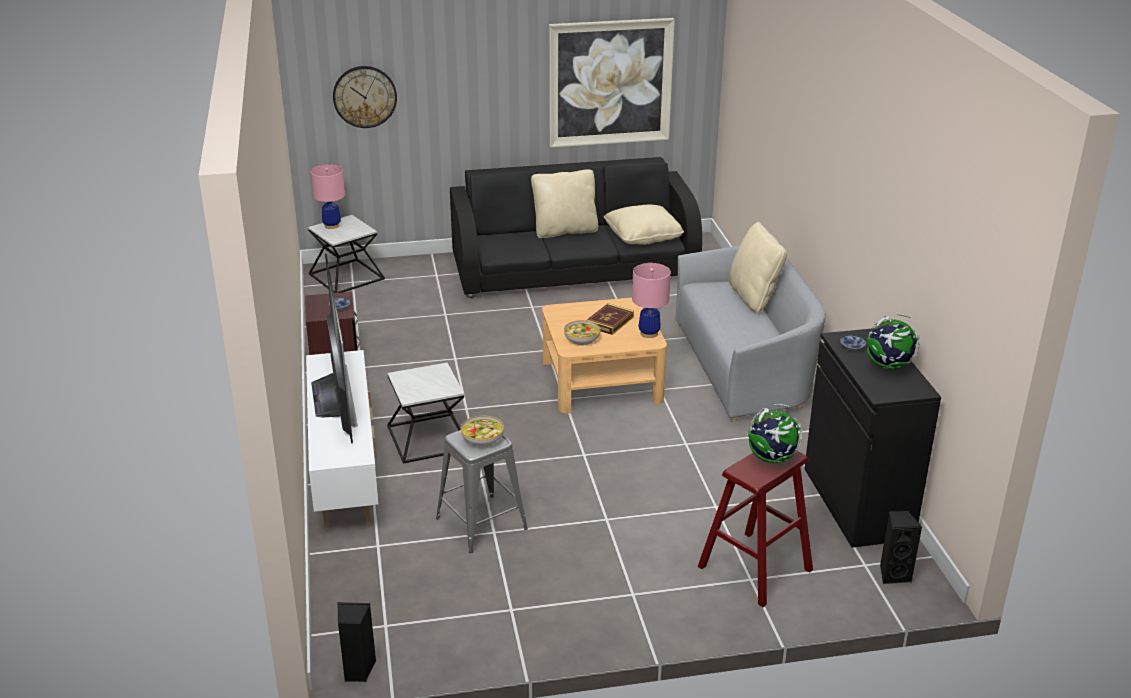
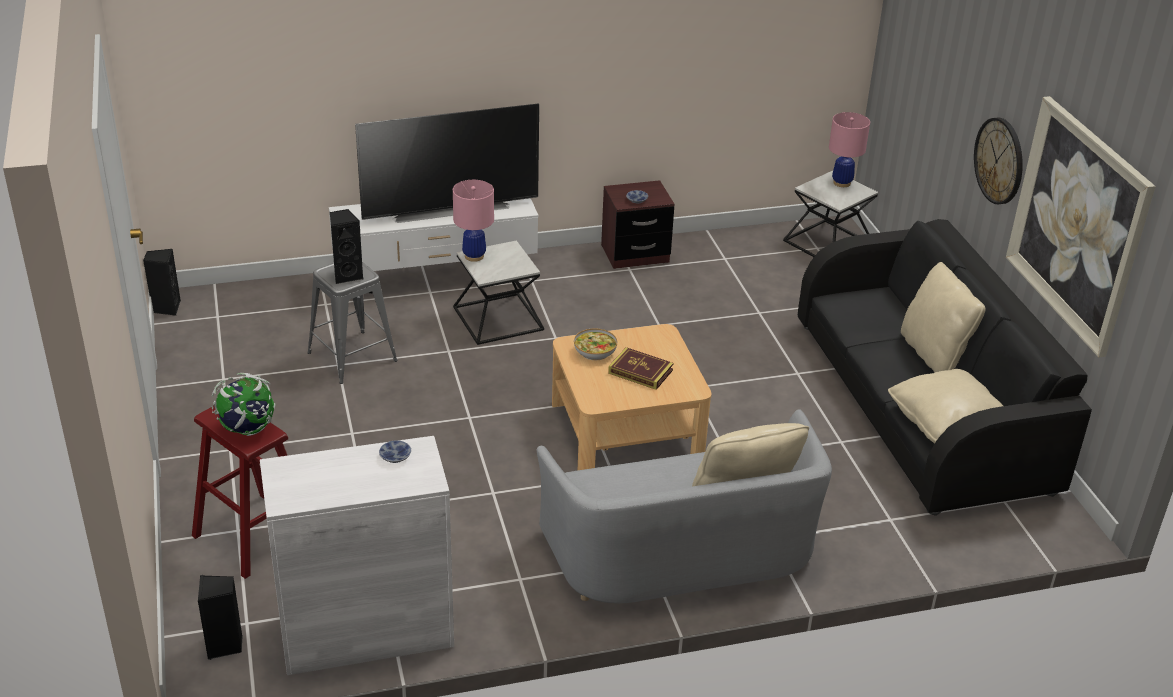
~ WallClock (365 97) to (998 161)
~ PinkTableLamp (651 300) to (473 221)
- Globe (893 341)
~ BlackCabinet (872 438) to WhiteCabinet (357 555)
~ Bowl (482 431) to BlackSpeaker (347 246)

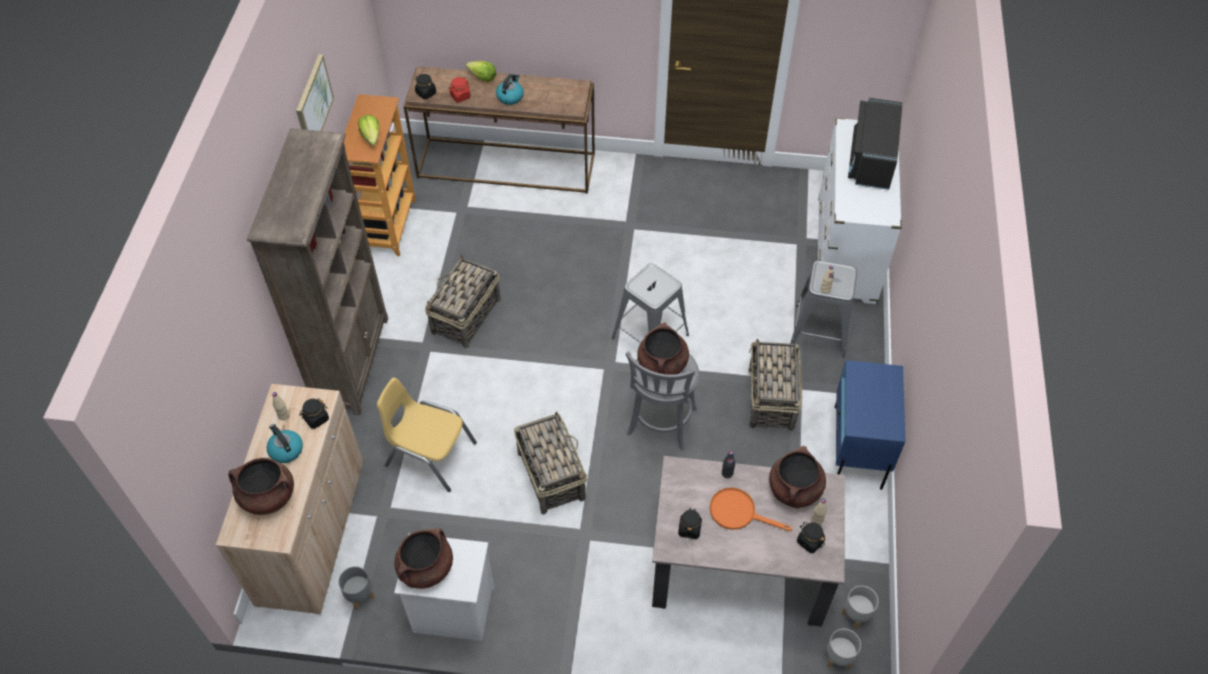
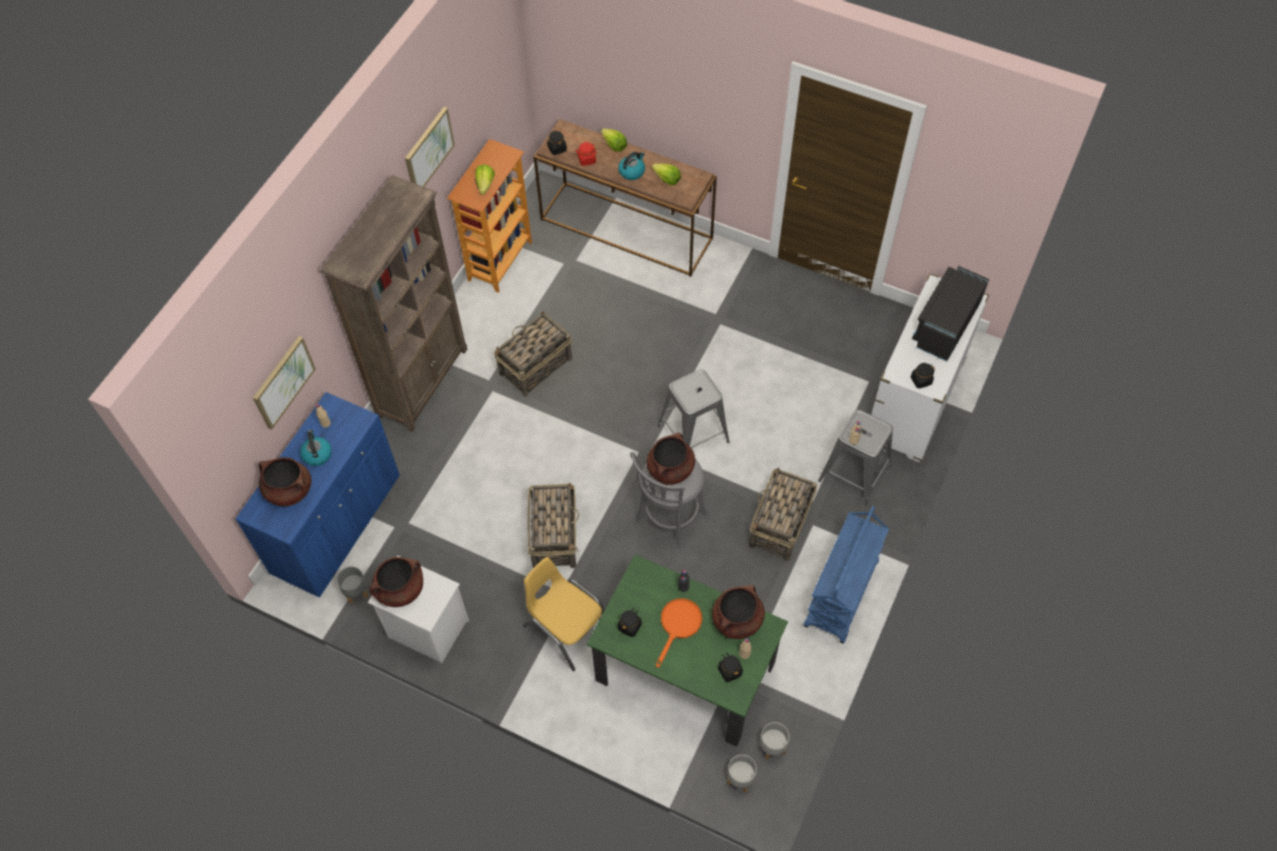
~ BlueNightstand (870 425) to BlueCart (846 575)
~ YellowChair (427 435) to (564 614)
~ BeigeCabinet (289 499) to BlueCabinet (317 495)
~ BlackJar (314 414) to (923 376)
~ BeigeDiningTable (748 541) to GreenDiningTable (687 650)
~ OrangeFryingPan (751 509) = (679 633) 75 degrees clockwise
+ Lettuce (666 174)
+ Picture (284 383)

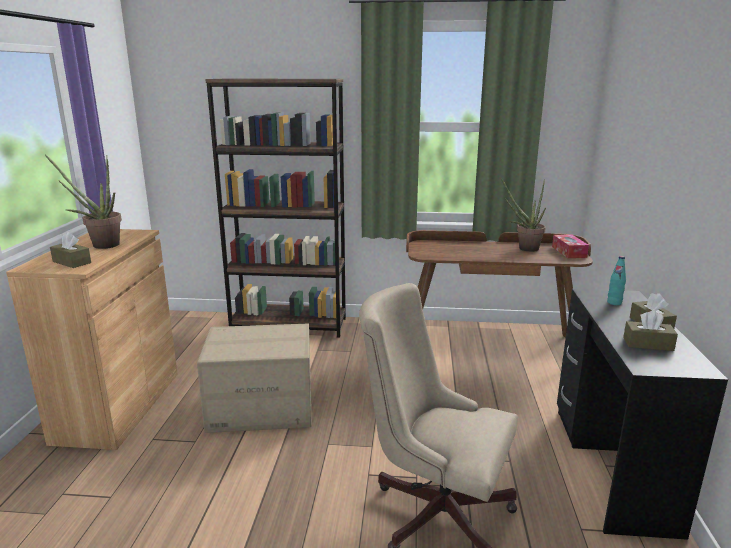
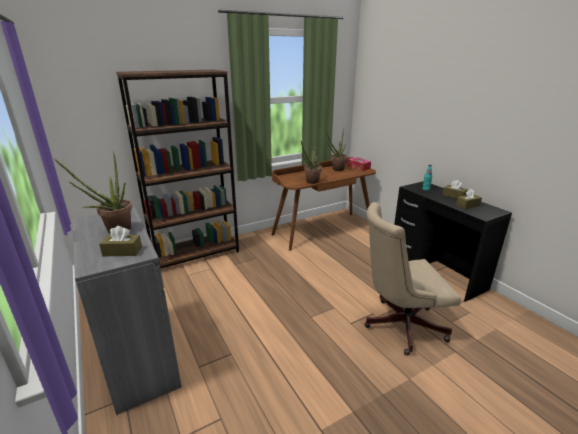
~ BrownCabinet (92 339) to GreyCabinet (127 311)
- CardboardBox (254 378)
+ PottedPlant (311 160)

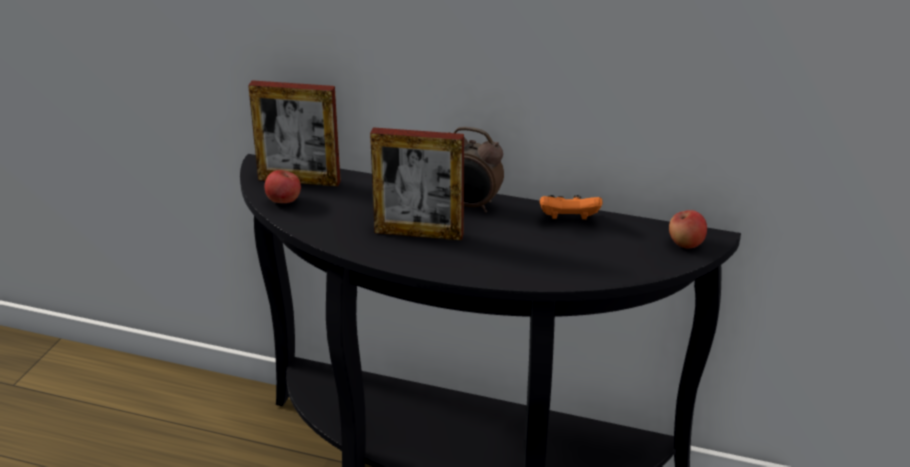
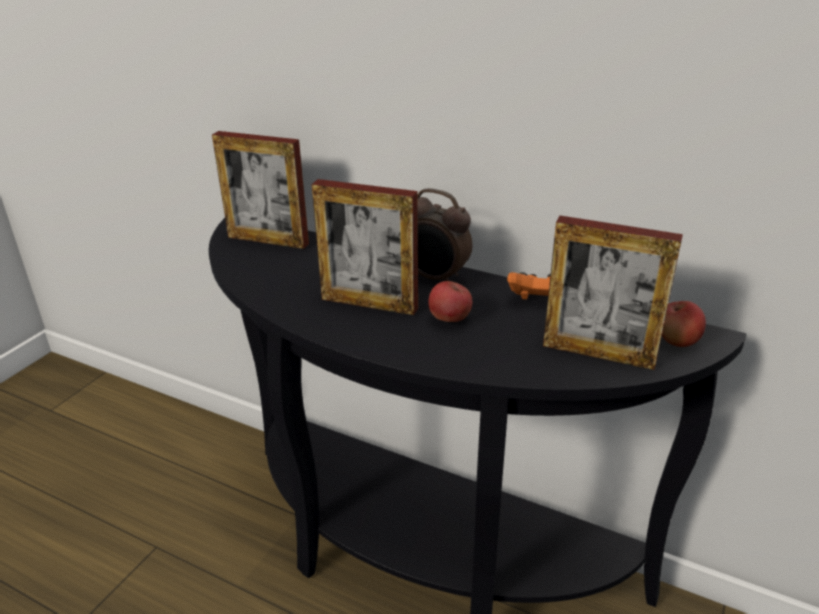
~ Apple (283 186) to (450 301)
+ PictureFrame (613 293)

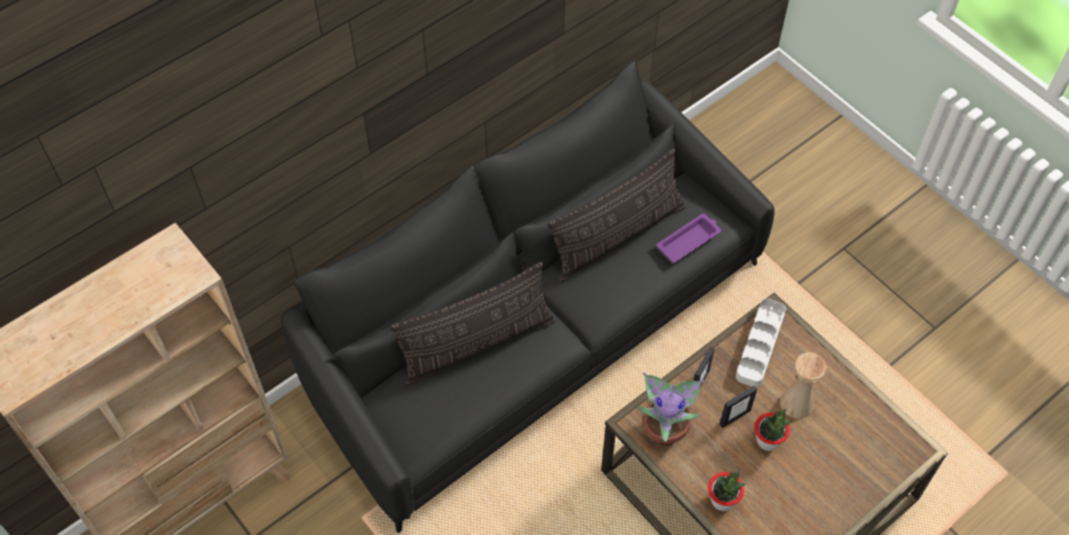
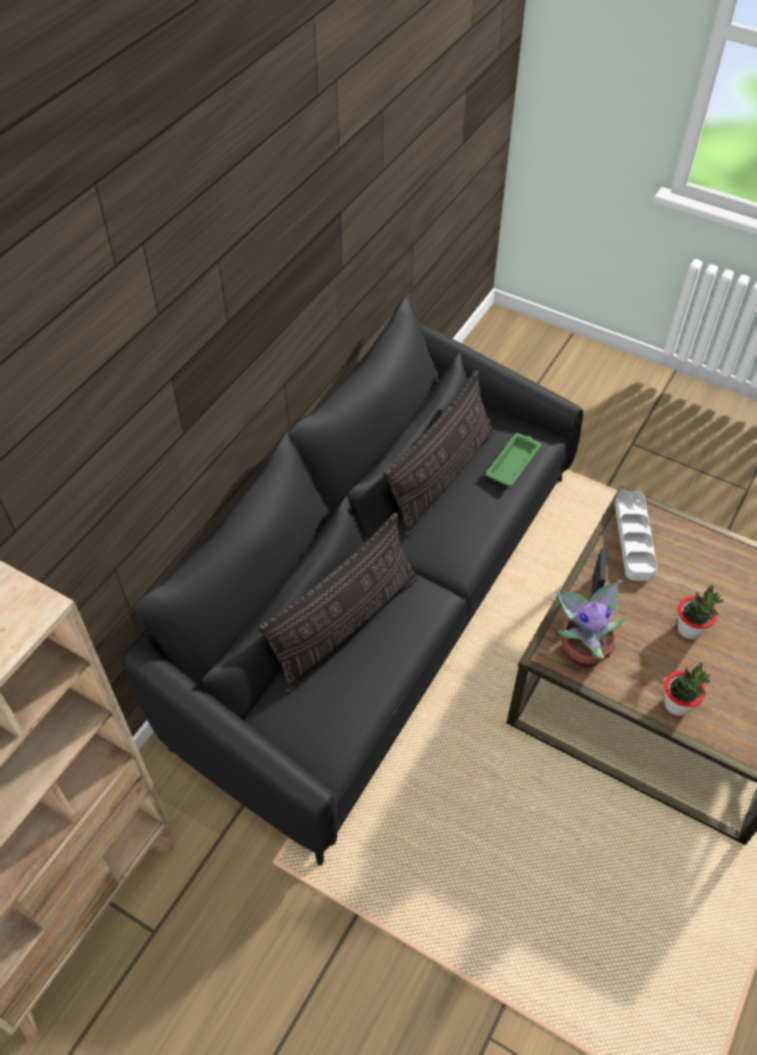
~ PurpleTray (688 238) to GreenTray (513 460)
- BeigeVase (803 385)
- PictureFrame (738 407)

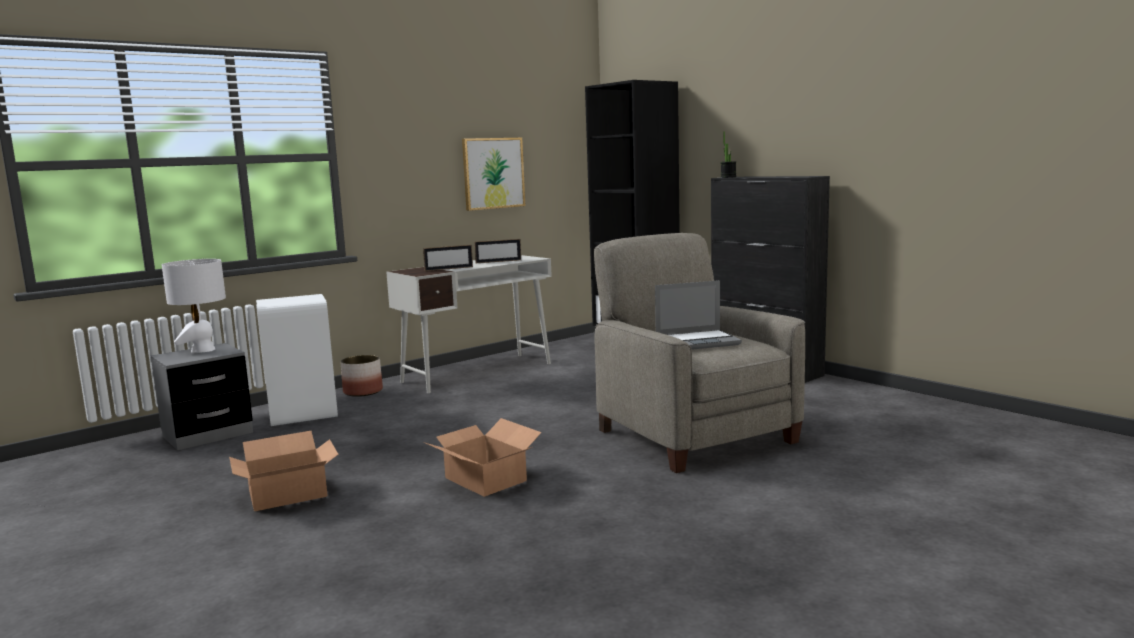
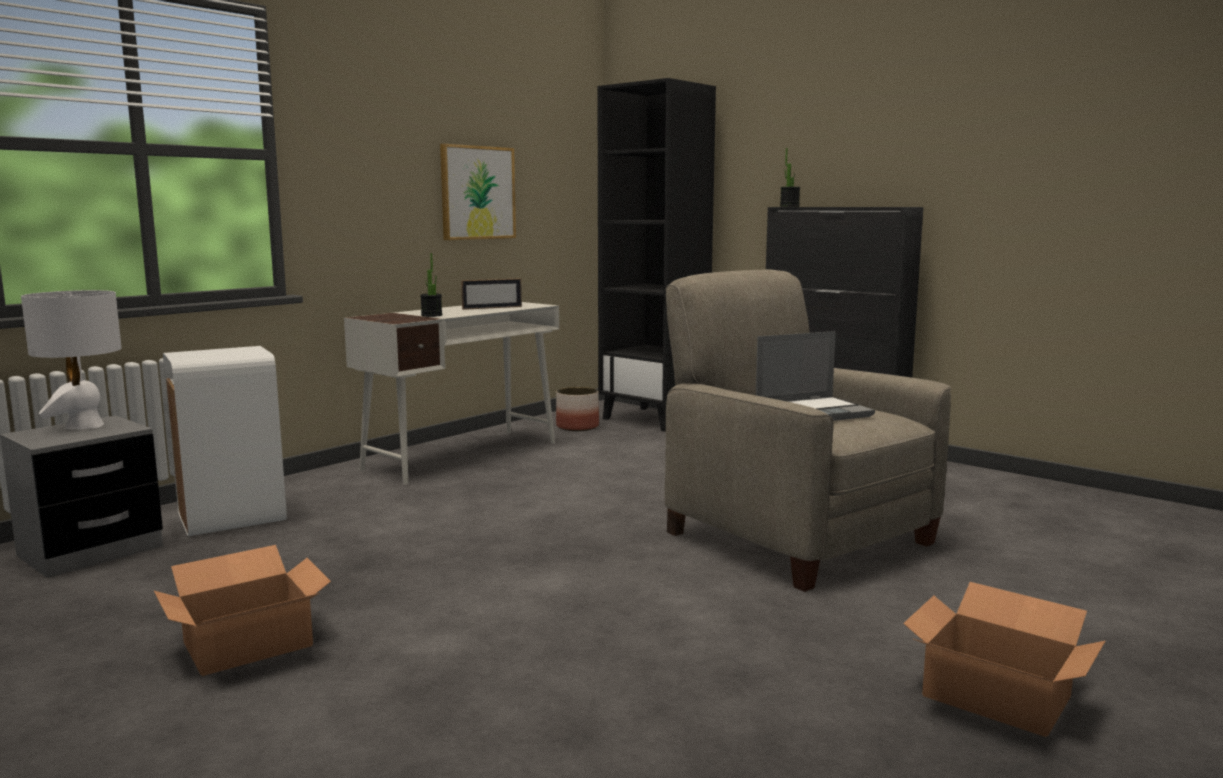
~ PictureFrame (448 258) to PottedPlant (431 285)
~ Planter (361 376) to (577 409)
~ CardboardBox (482 457) to (1004 659)

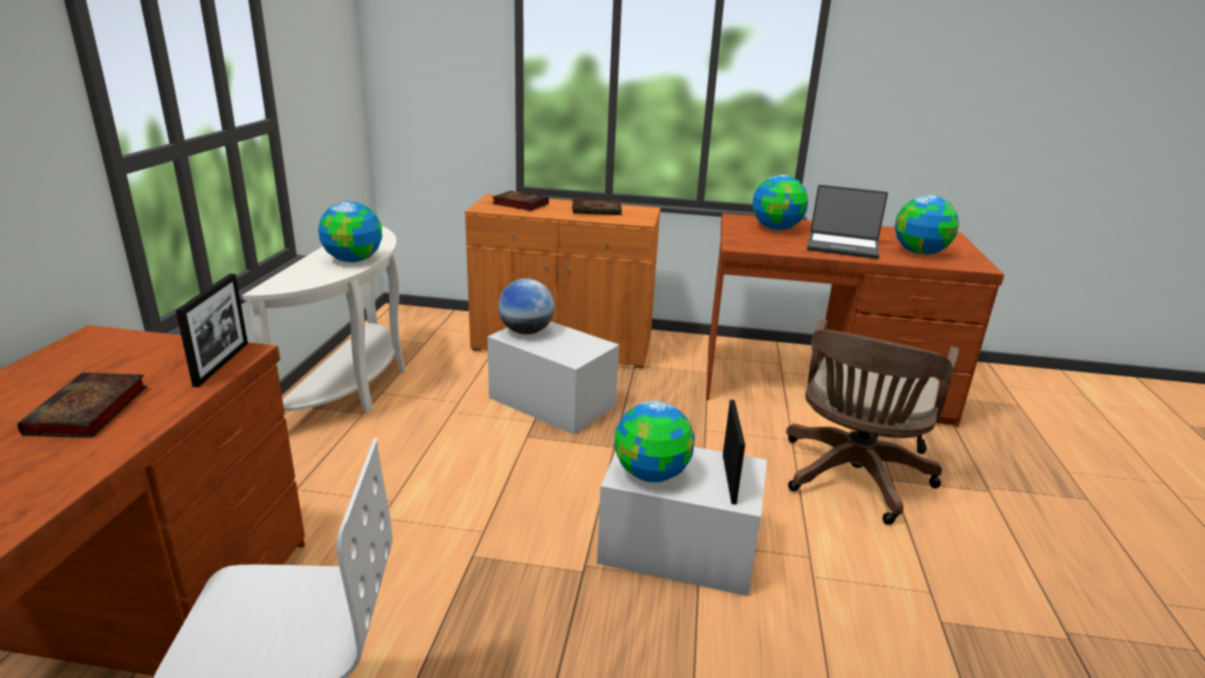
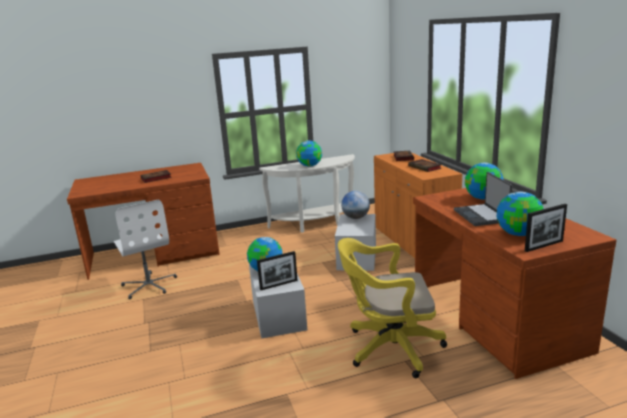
~ PictureFrame (212 330) to (546 228)
~ BrownOfficeChair (872 422) to YellowOfficeChair (392 308)

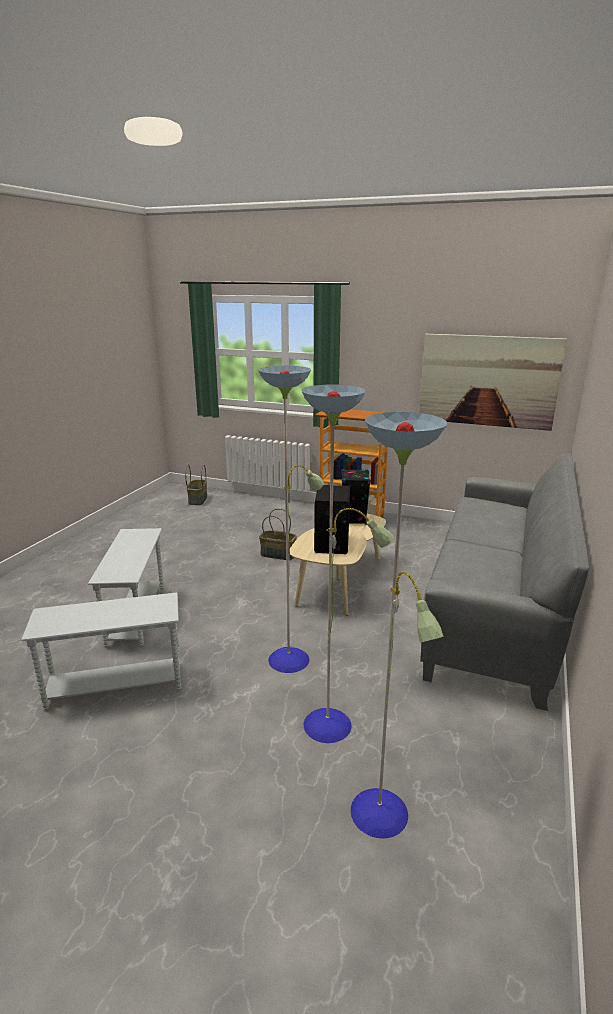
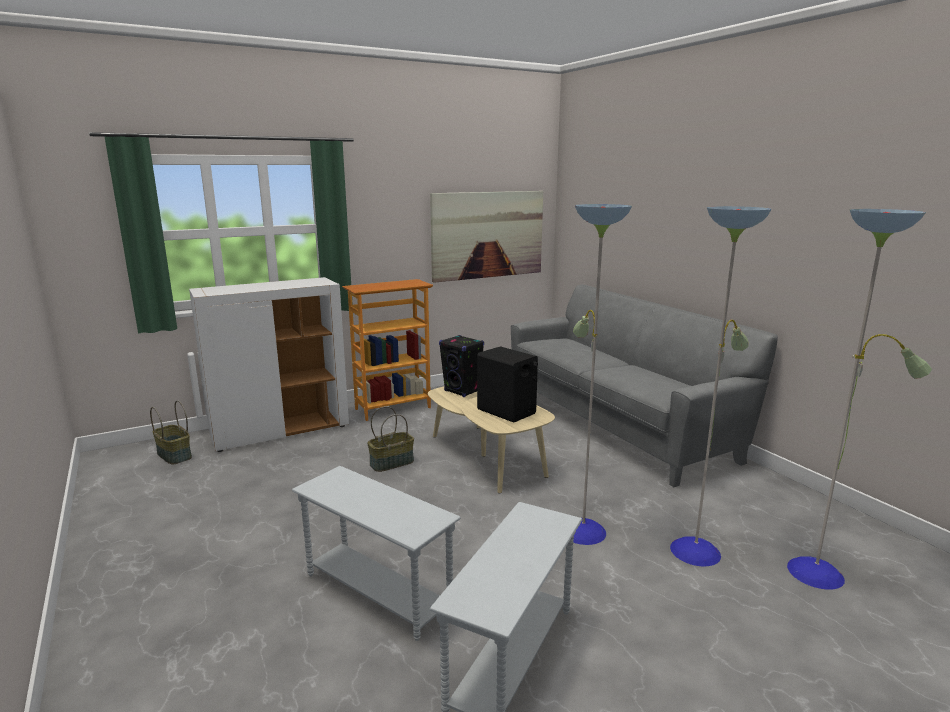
+ WhiteCabinet (269 364)

